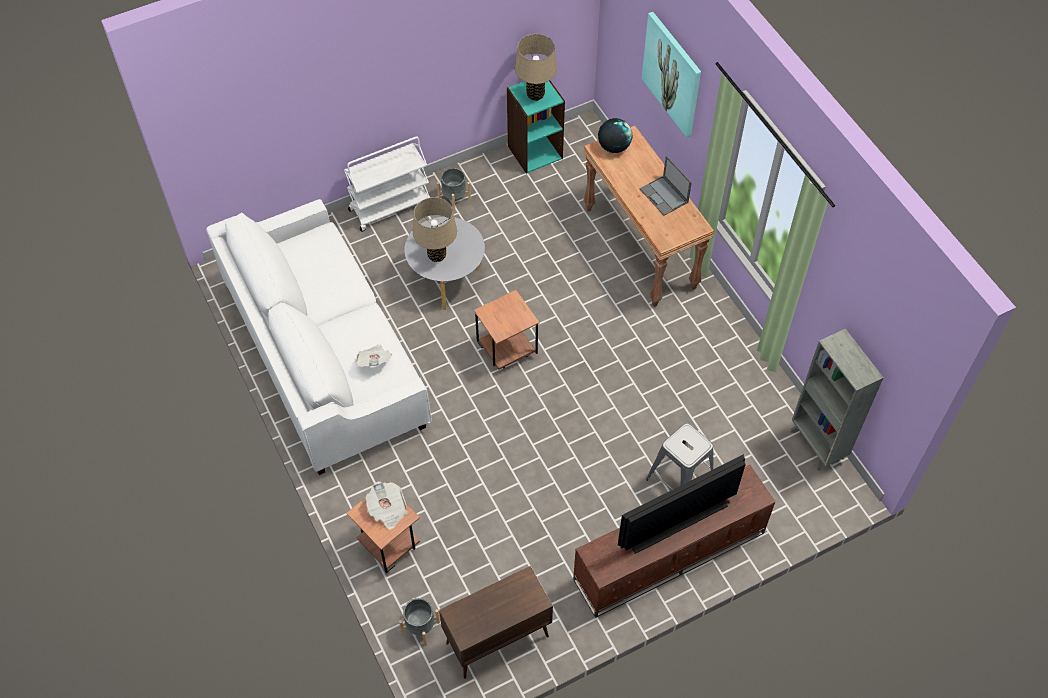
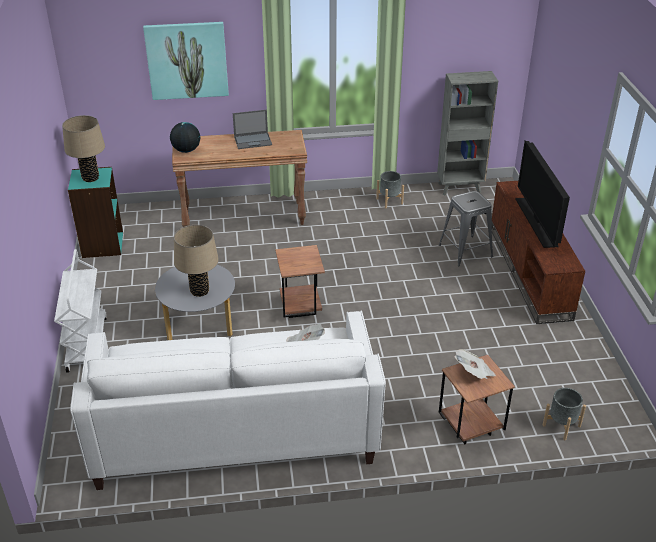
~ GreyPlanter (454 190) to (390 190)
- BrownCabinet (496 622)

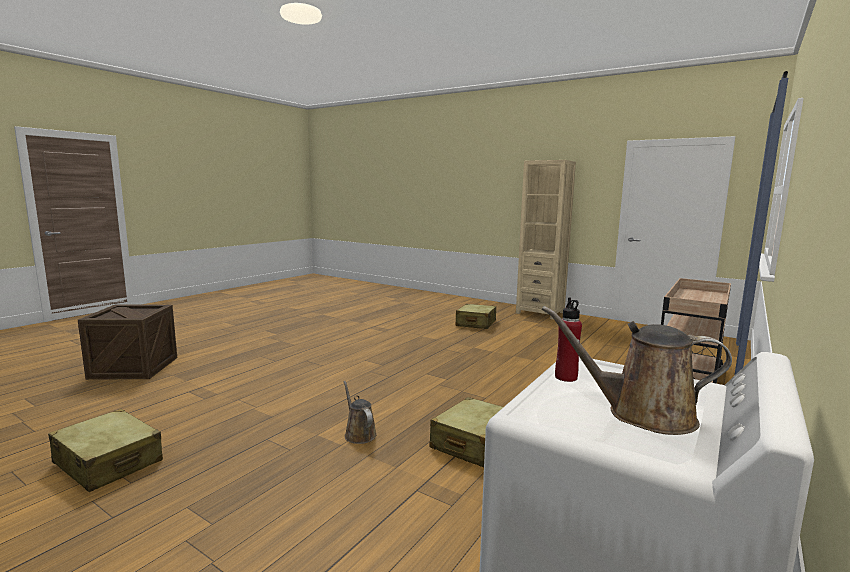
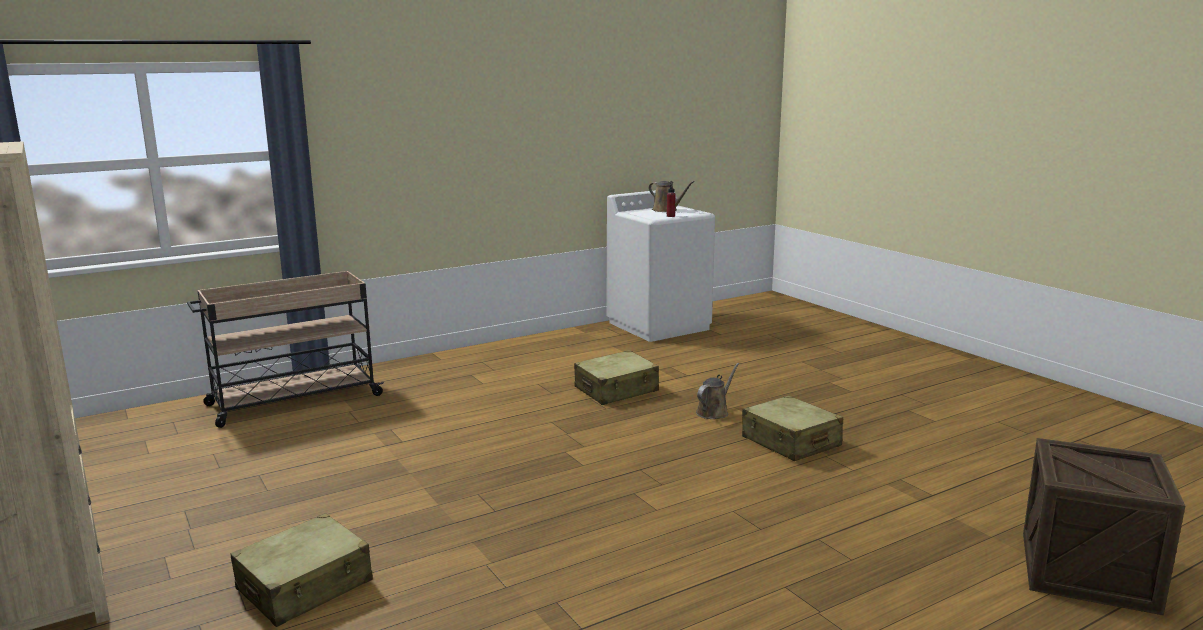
~ BrownWateringCan (360 412) = (717 391) 135 degrees counterclockwise
~ BeigeSuitcase (105 450) to (792 428)

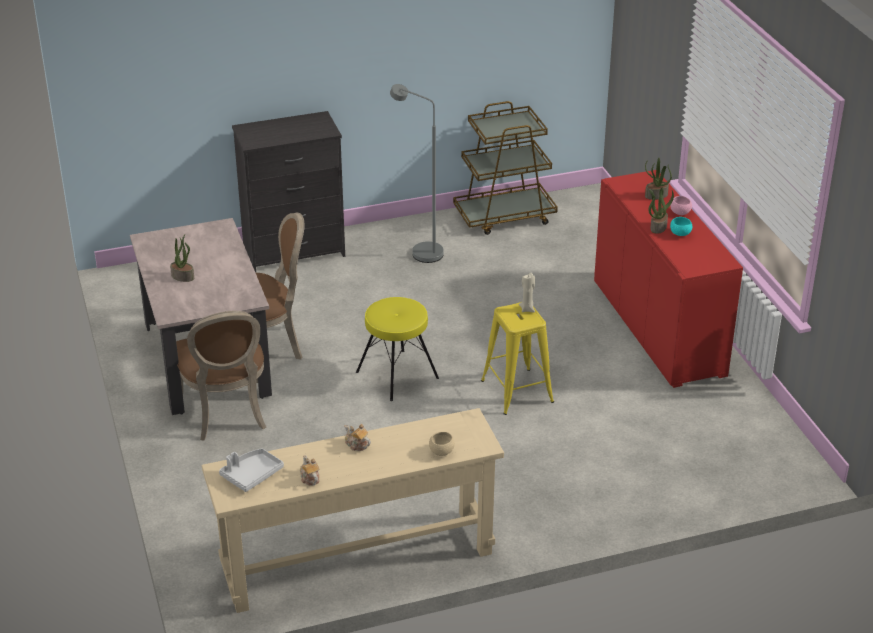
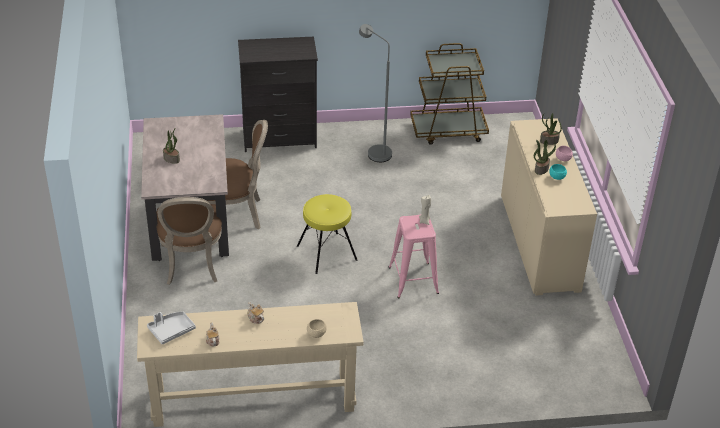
~ RedCabinet (668 279) to BeigeCabinet (549 207)
~ YellowStool (517 358) to PinkStool (413 256)

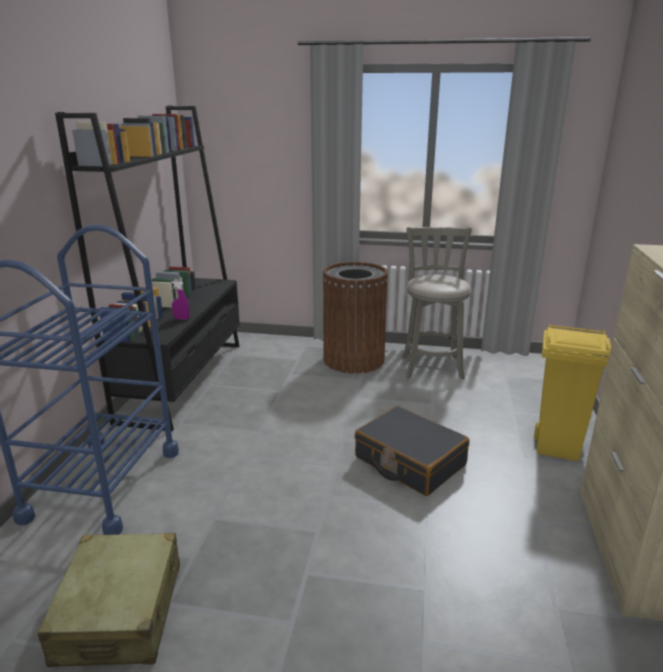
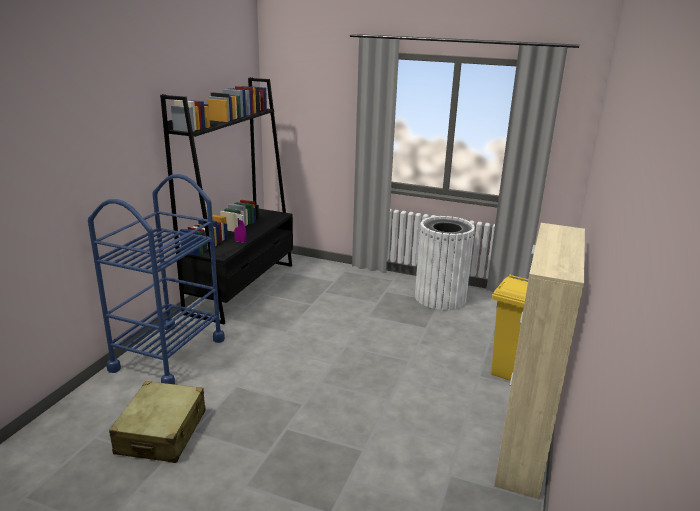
~ GreyStool (437 303) to WhiteTrashCan (445 263)
- BrownTrashCan (355 318)
- BlackSuitcase (412 451)

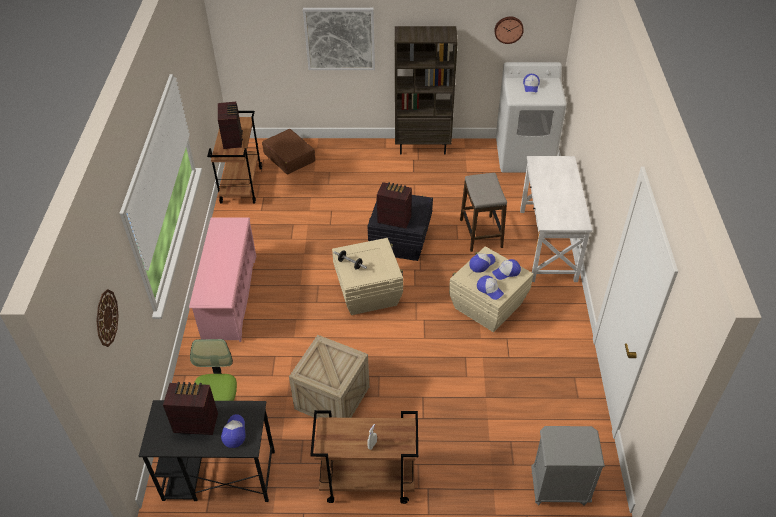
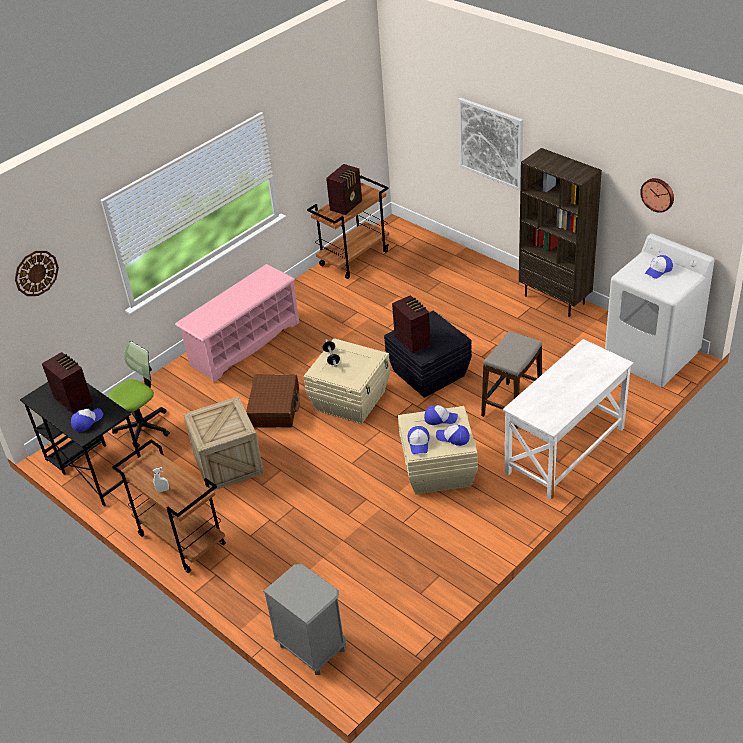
~ BrownSuitcase (288 151) to (273 401)

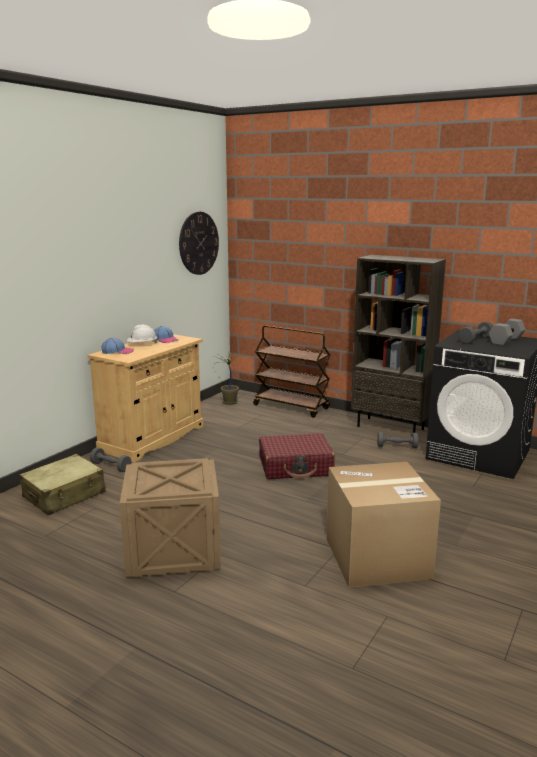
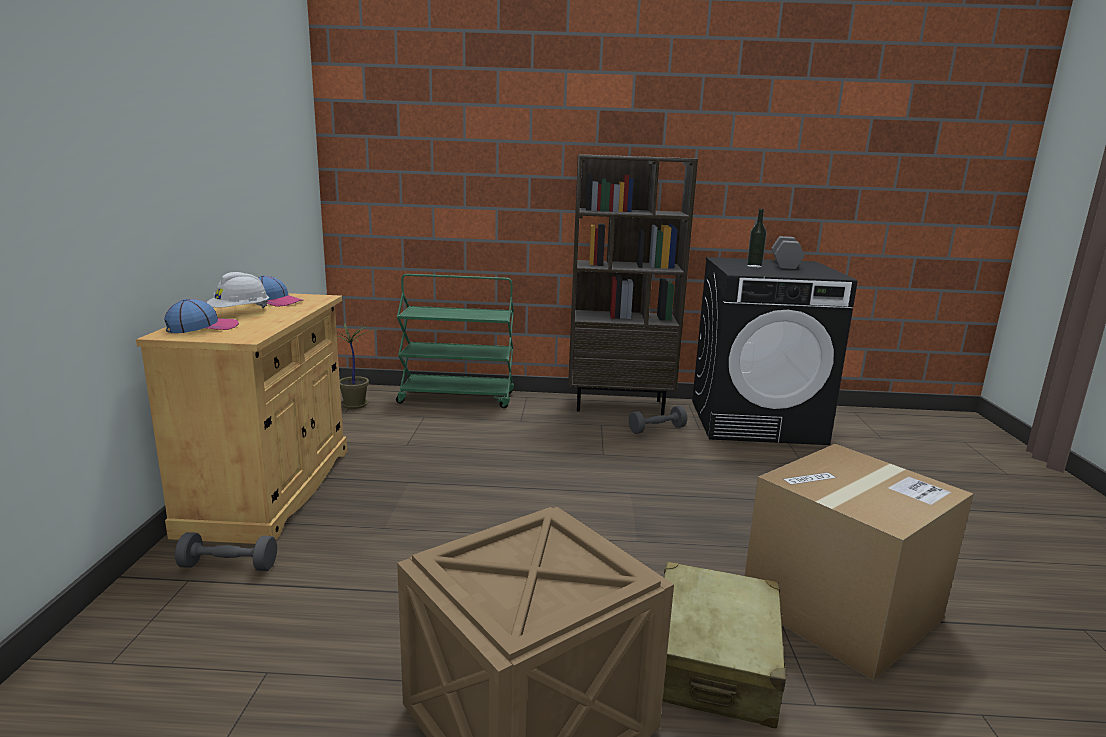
- WallClock (199 243)
~ GreyDumbbell (476 332) to Bottle (757 238)
~ BrownCart (291 372) to GreenCart (455 341)
- RedSuitcase (297 456)
~ BeigeSuitcase (62 484) to (724 645)

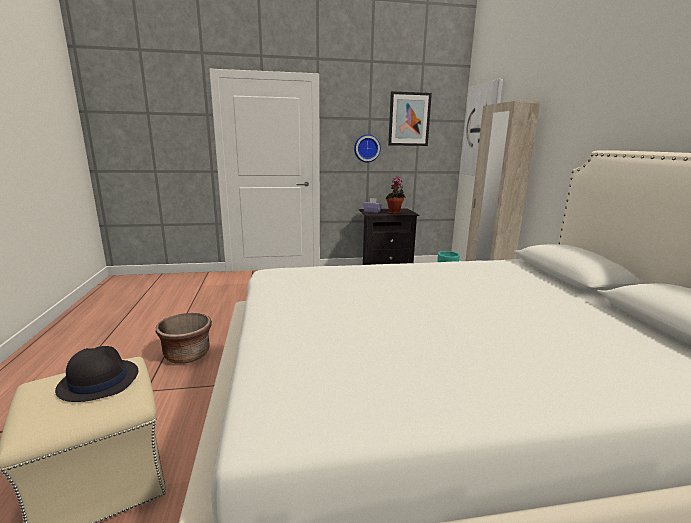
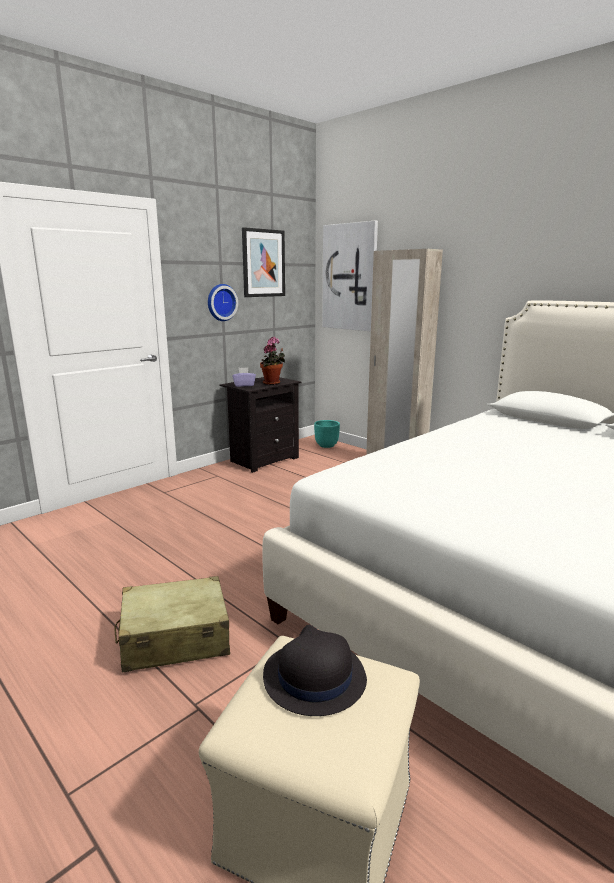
~ BrownPlanter (184 338) to BeigeSuitcase (172 624)

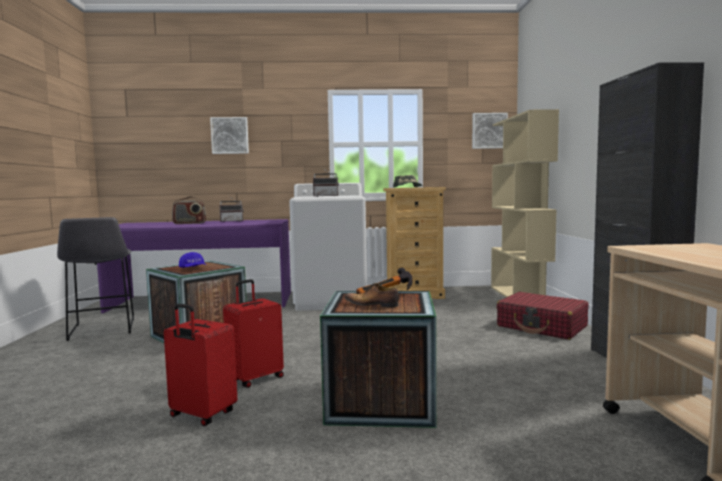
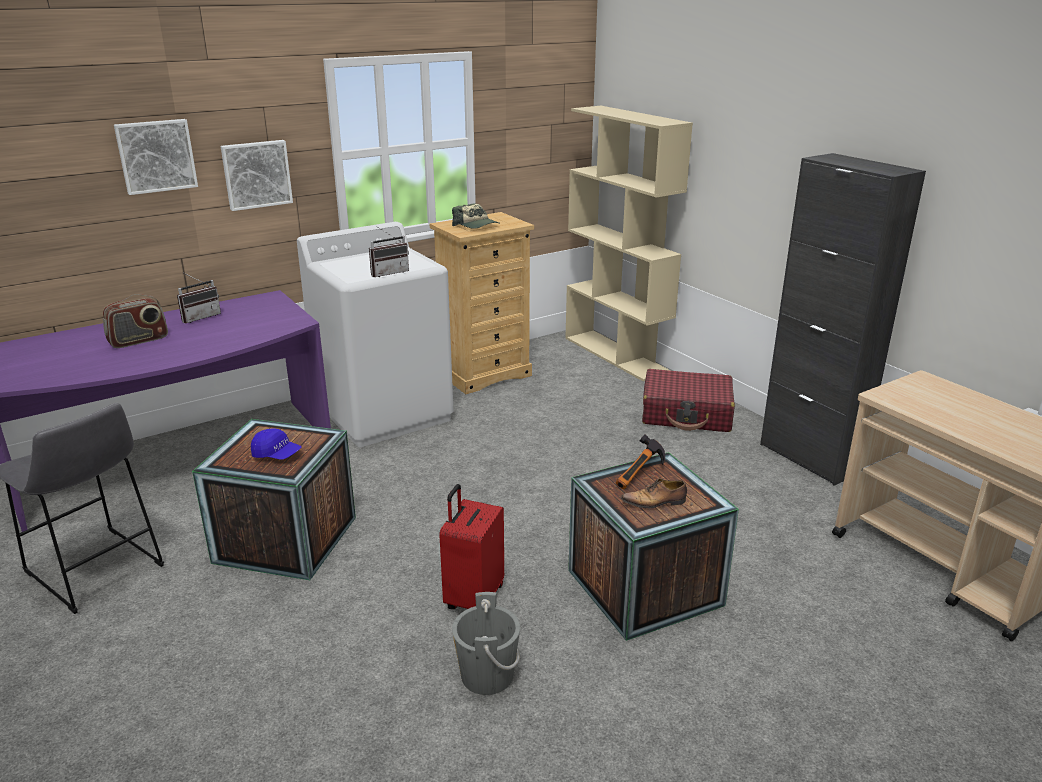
~ Picture (490 131) to (257 175)
~ RedSuitcase (200 364) to GreyBucket (486 643)

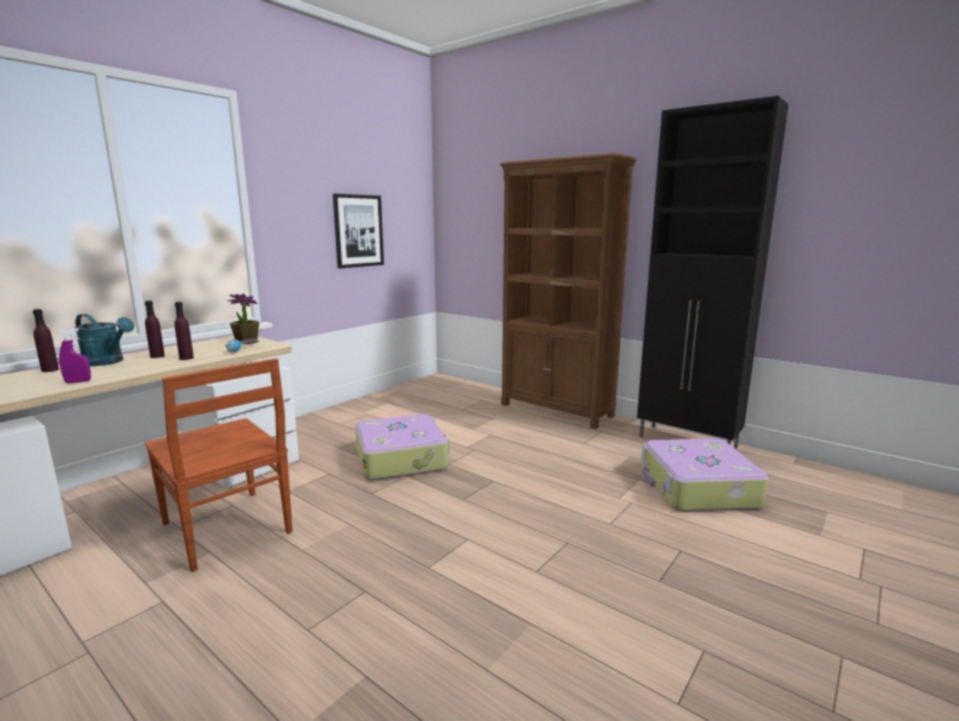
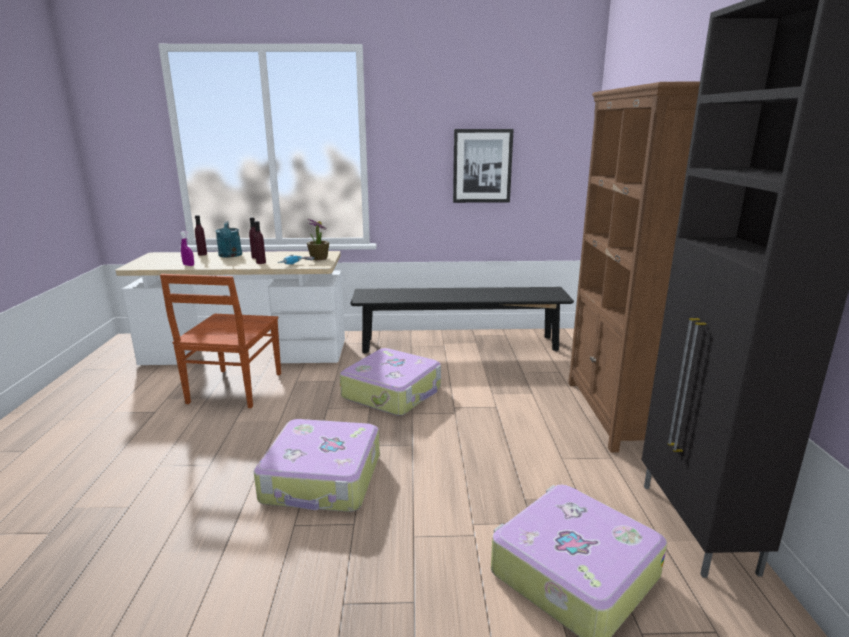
+ BlackBench (462 320)
+ Suitcase (317 465)

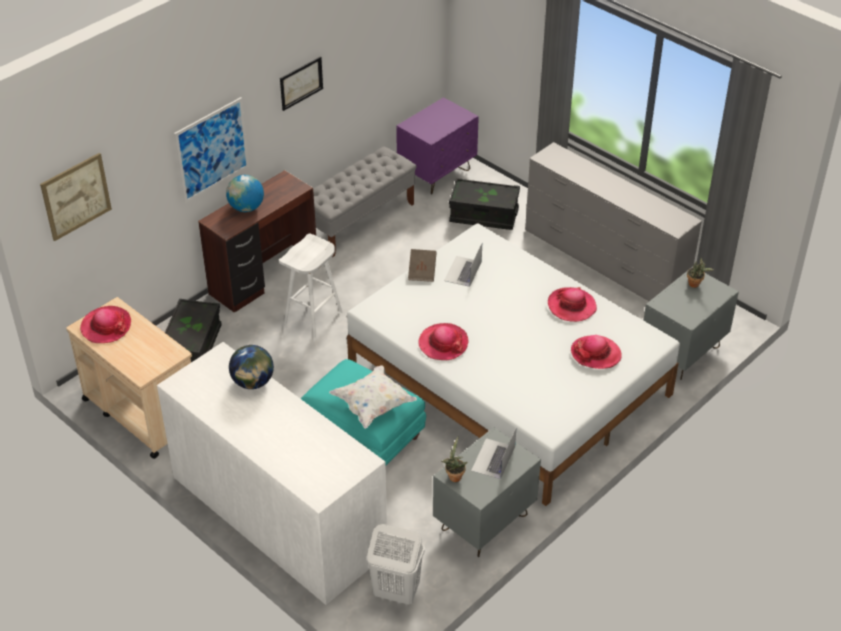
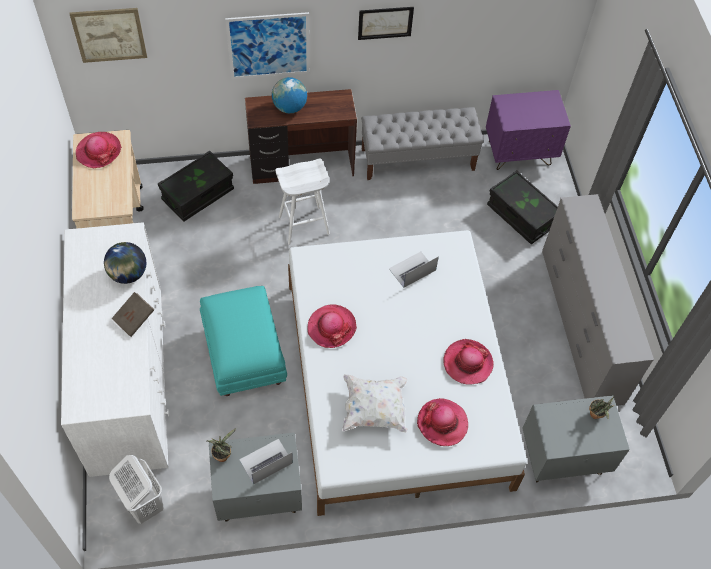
~ BrownBook (422 265) to (133 314)
~ WhitePillow (373 397) to (375 403)

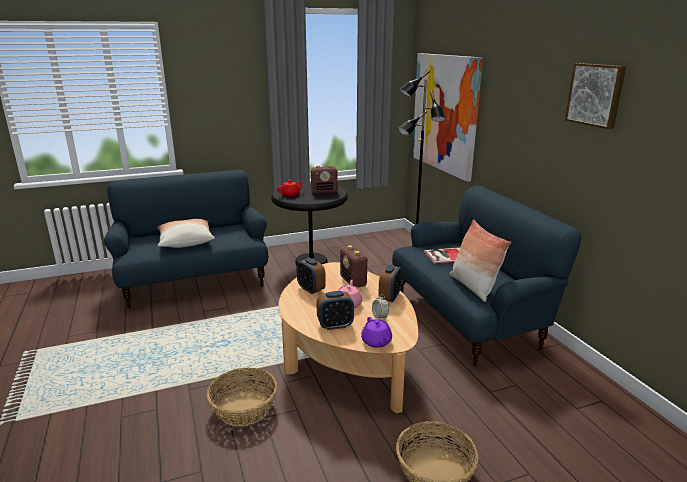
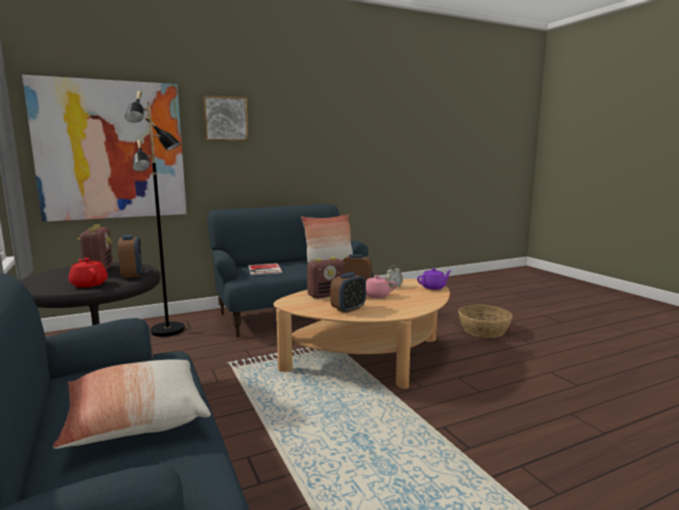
~ Picture (595 96) to (225 118)
~ AlarmClock (335 310) to (130 256)
- Basket (242 397)

